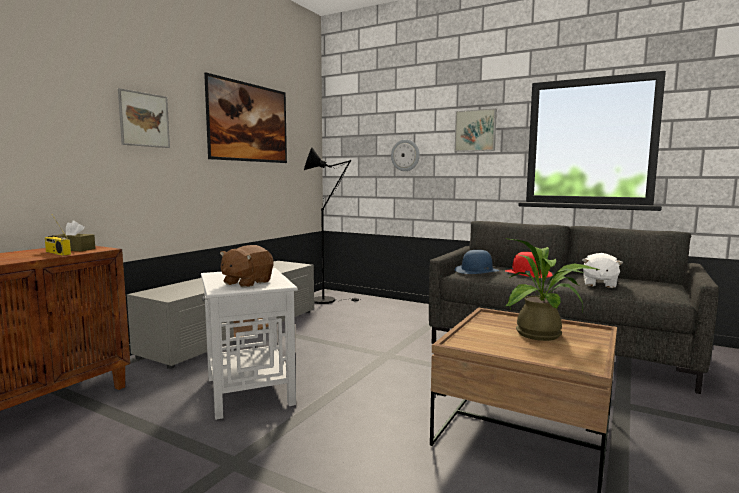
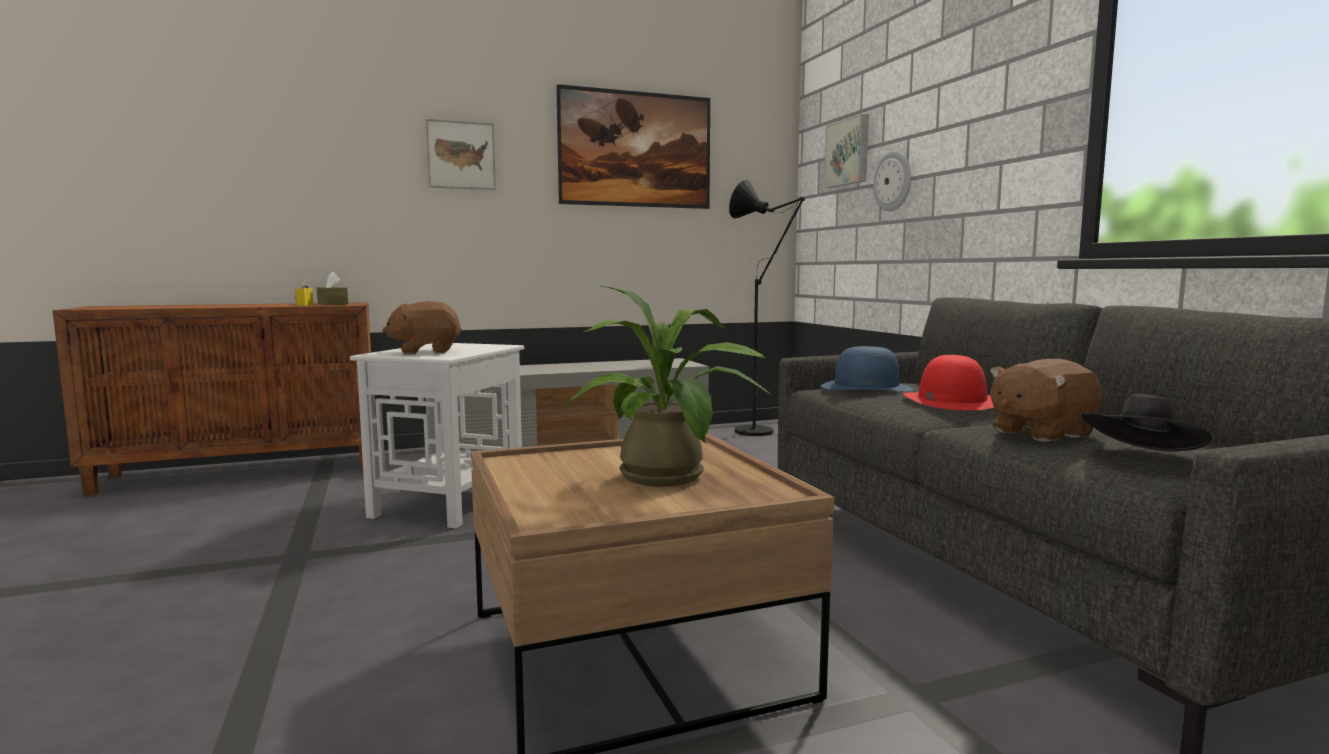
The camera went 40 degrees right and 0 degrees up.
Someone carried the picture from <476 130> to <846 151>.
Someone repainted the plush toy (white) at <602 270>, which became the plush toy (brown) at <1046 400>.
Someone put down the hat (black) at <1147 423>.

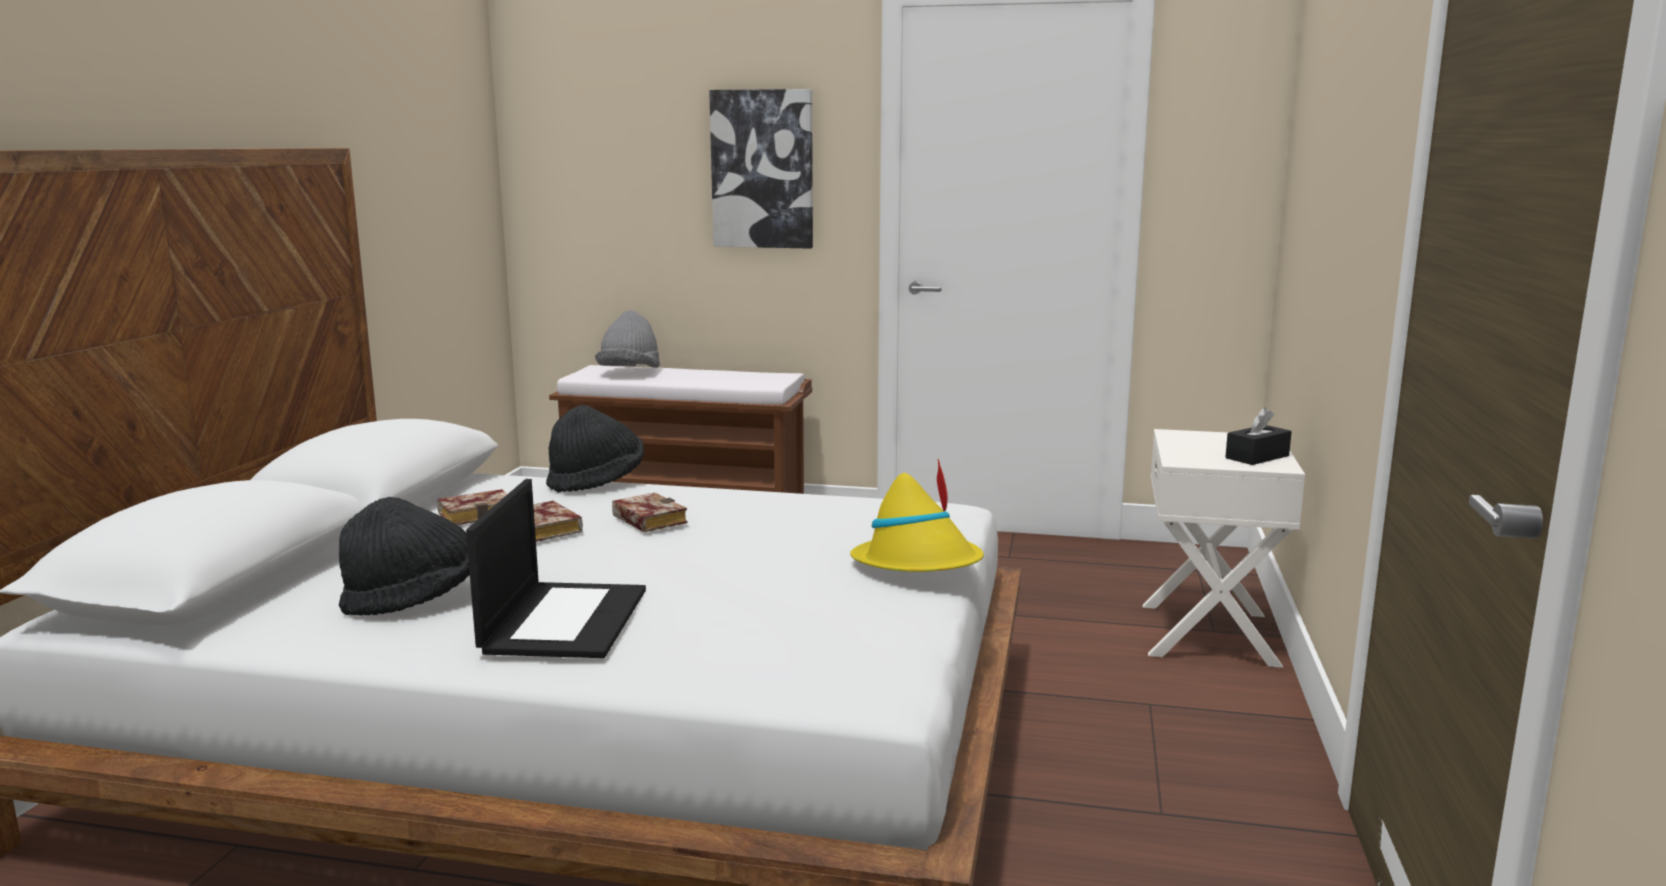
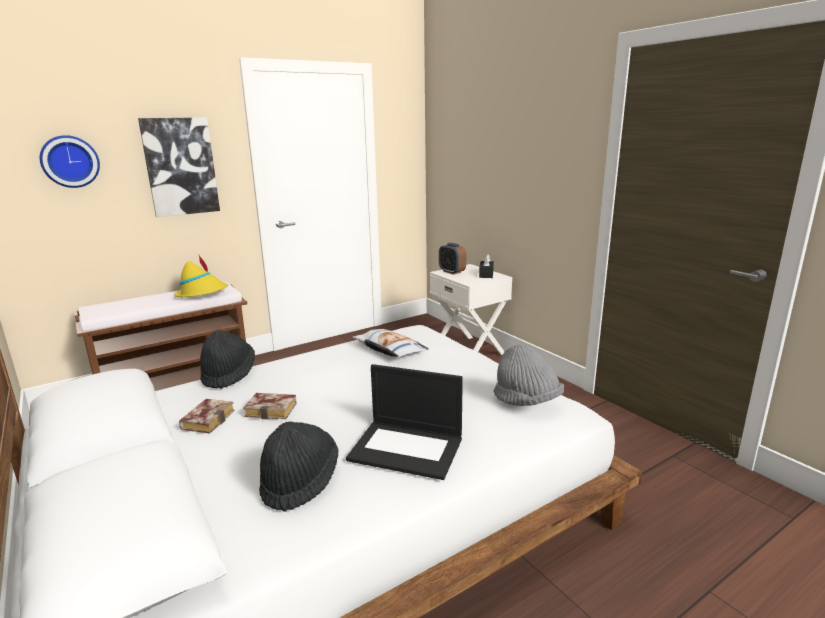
The camera went 45 degrees left and 5 degrees up.
Someone put up the wall clock at <70 161>.
Someone carried the hat (yellow) from <917 515> to <201 275>.
Someone rotated the laptop at <556 568> by 150 degrees clockwise.
Someone put down the pillow at <391 343>.
Someone put down the alarm clock at <452 259>.
Someone carried the hat (grey) from <627 339> to <529 375>.
Someone took away the book at <650 512>.

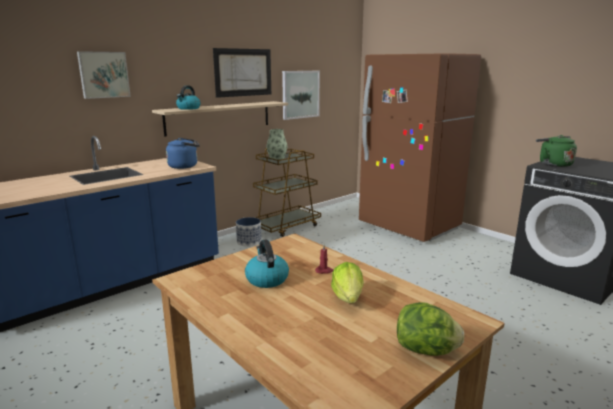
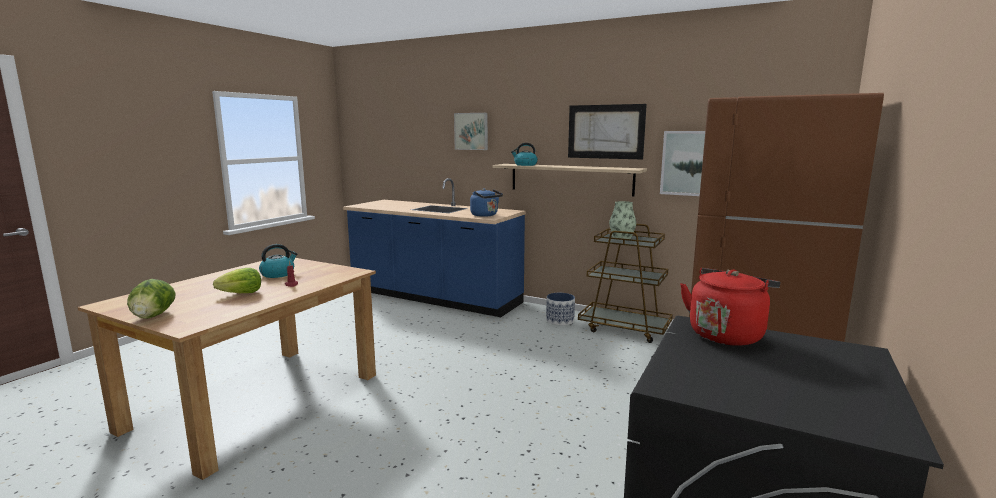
The camera went 70 degrees right and 5 degrees down.
Someone repainted the kettle (green) at <556 151>, which became the kettle (red) at <730 307>.

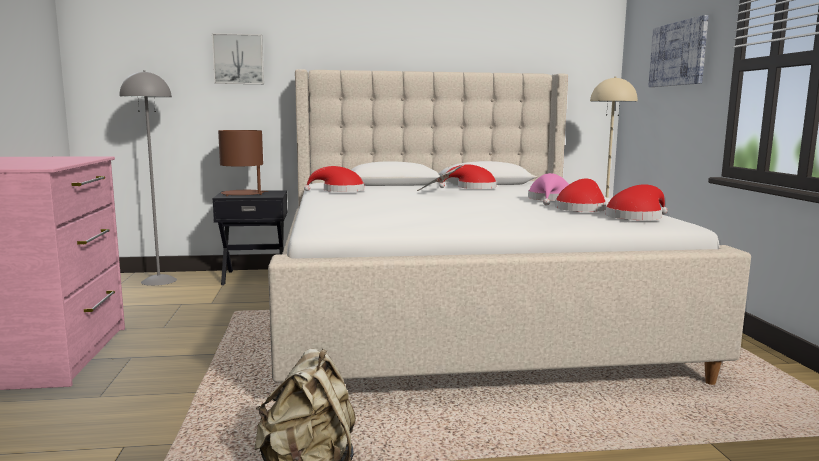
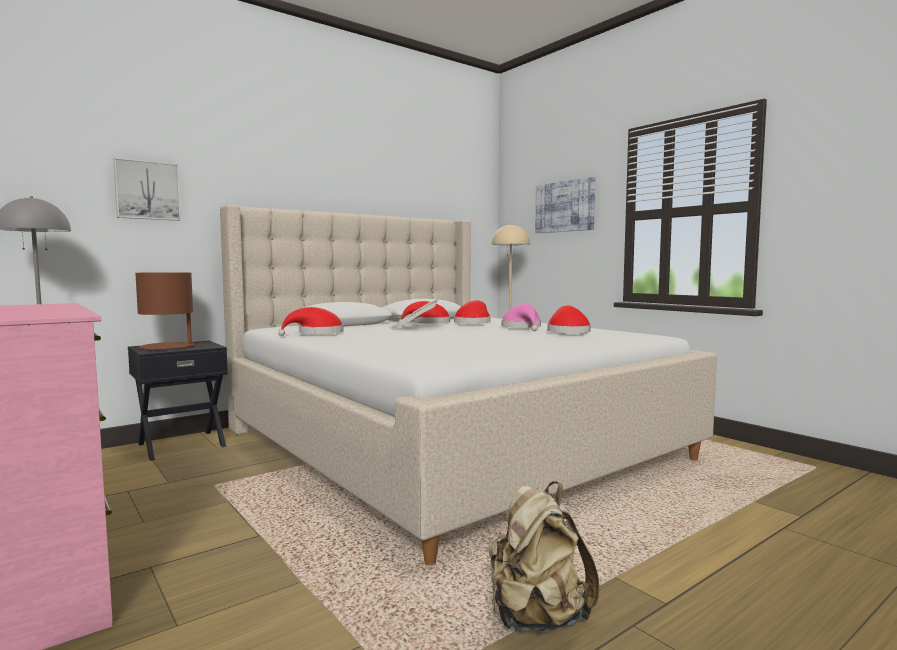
The camera went 30 degrees left and 5 degrees down.
Someone carried the hat (red) from <636 202> to <472 312>.

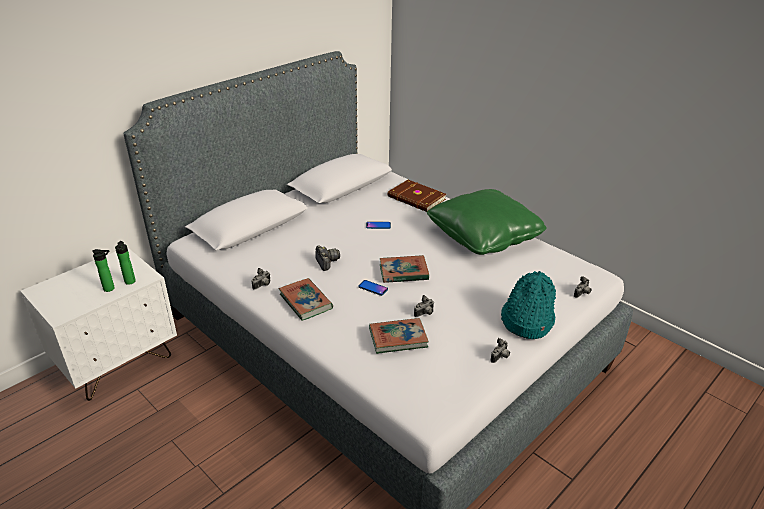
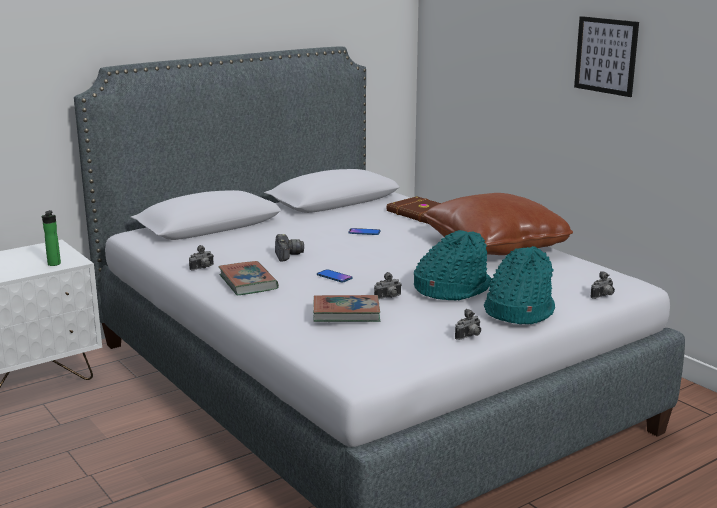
The camera went 10 degrees right and 15 degrees down.
Someone put down the hat (turquoise) at <452 265>.
Someone repainted the pillow (green) at <487 222>, which became the pillow (brown) at <498 224>.
Someone put up the picture at <606 56>.
Someone took away the bottle at <103 270>.
Someone took away the book at <404 269>.

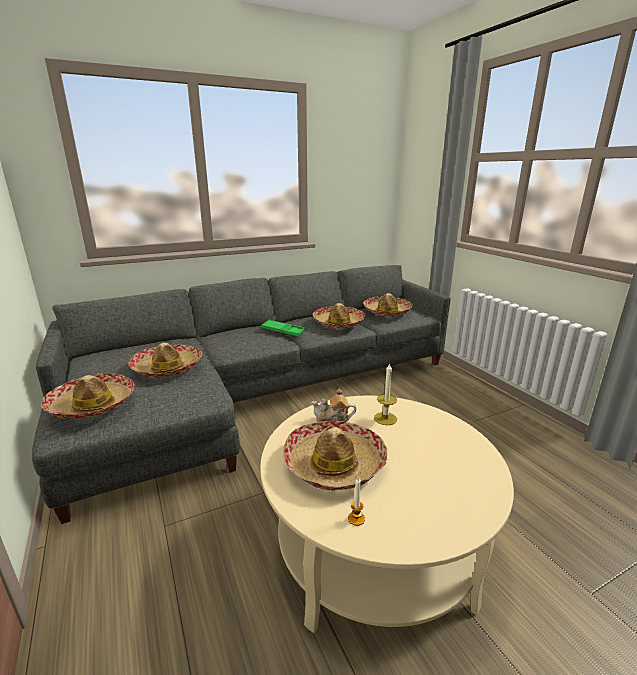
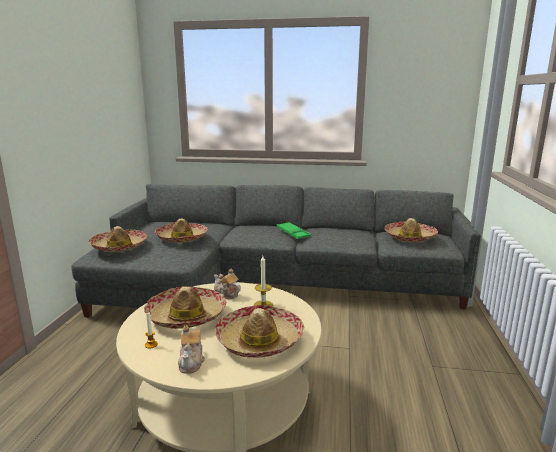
The camera went 35 degrees right and 5 degrees down.
Someone put down the teapot at <191 349>.
Someone carried the hat from <339 316> to <259 331>.

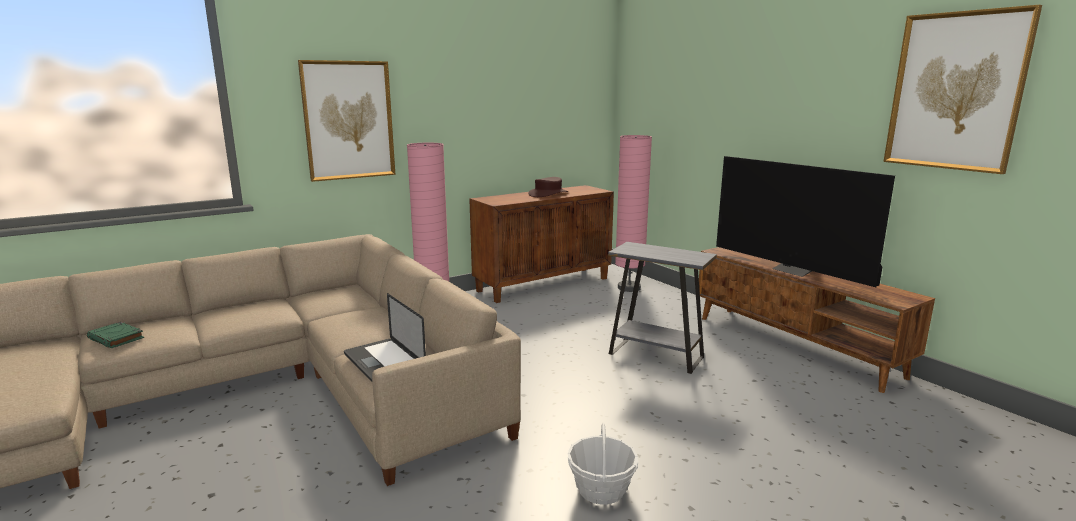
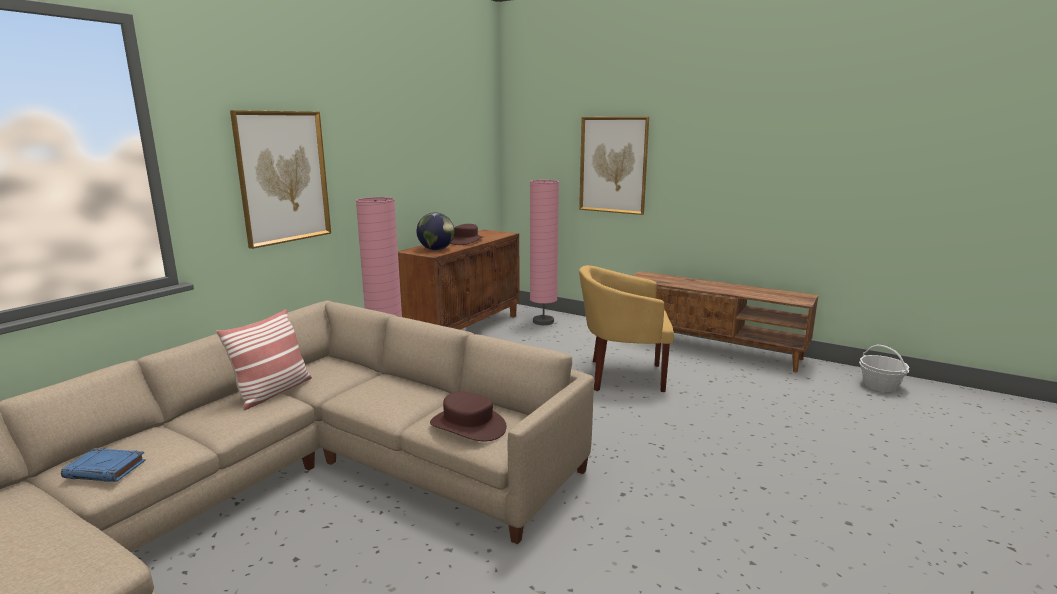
The camera went 25 degrees left and 0 degrees up.
Someone repainted the book (green) at <115 335>, which became the book (blue) at <103 465>.
Someone put down the pillow at <264 359>.
Someone put down the globe at <436 231>.
Someone swapped the laptop at <385 337> for the hat (brown) at <468 416>.
Someone carried the picture from <963 89> to <614 166>.
Someone swapped the side table (grey) at <662 308> for the armchair (yellow) at <626 328>.
Someone carried the basket from <603 464> to <884 368>.
Someone took away the television at <805 221>.

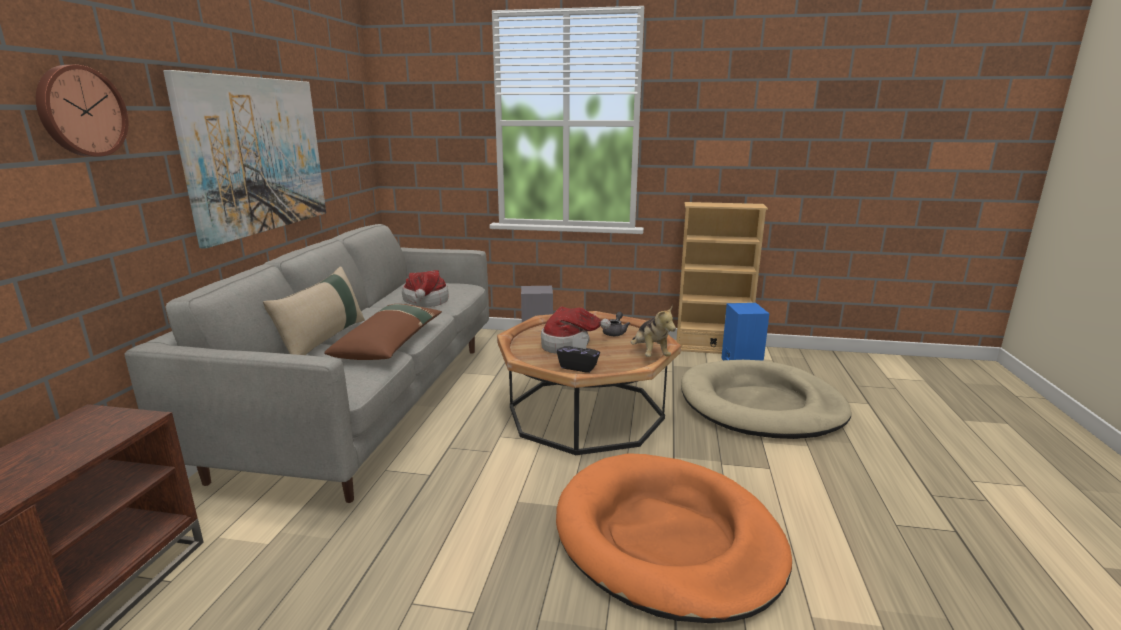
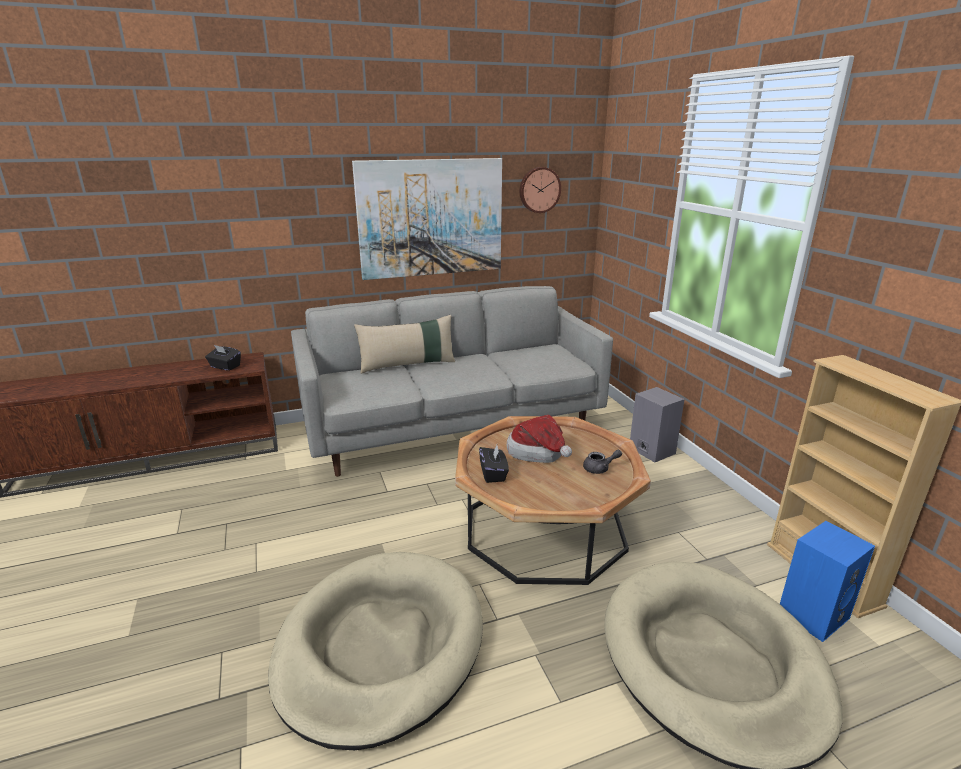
The camera went 60 degrees right and 5 degrees up.
Someone put down the tissue box (black) at <223 358>.
Someone repainted the dog bed (orange) at <674 538>, which became the dog bed (beige) at <375 651>.
Someone carried the wall clock from <82 111> to <540 190>.
Someone took away the pillow (brown) at <383 332>.
Someone took away the hat at <425 288>.
Someone took away the plush toy at <653 331>.

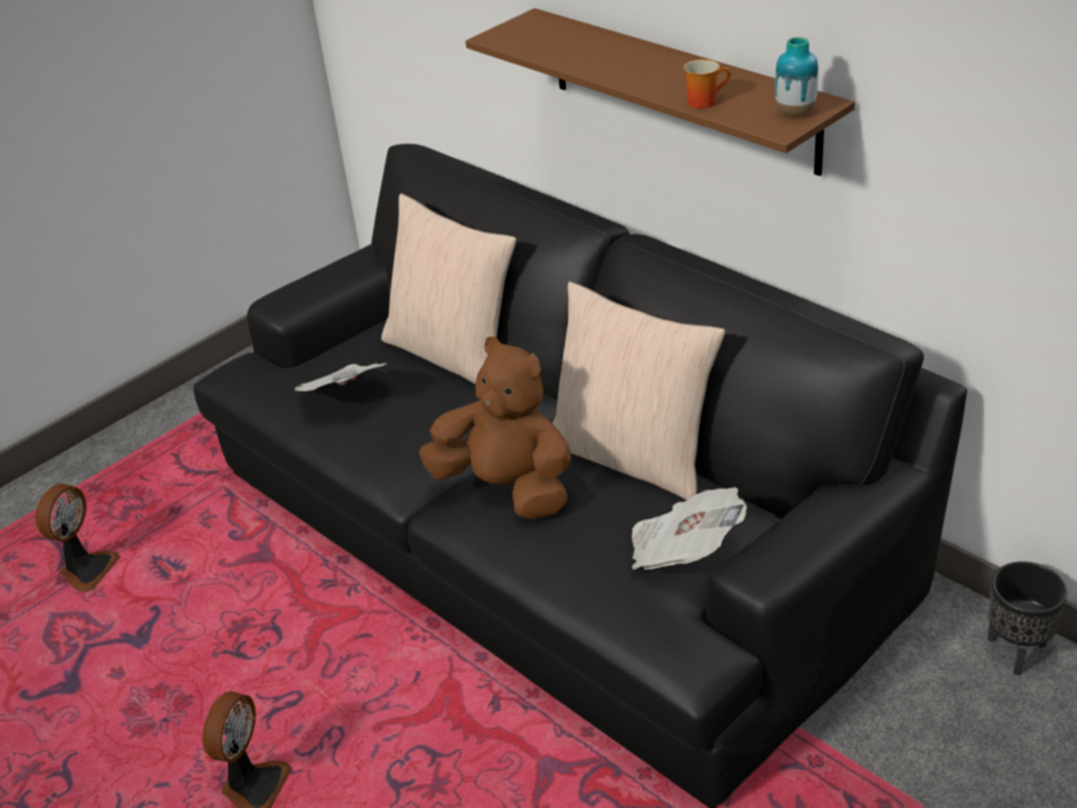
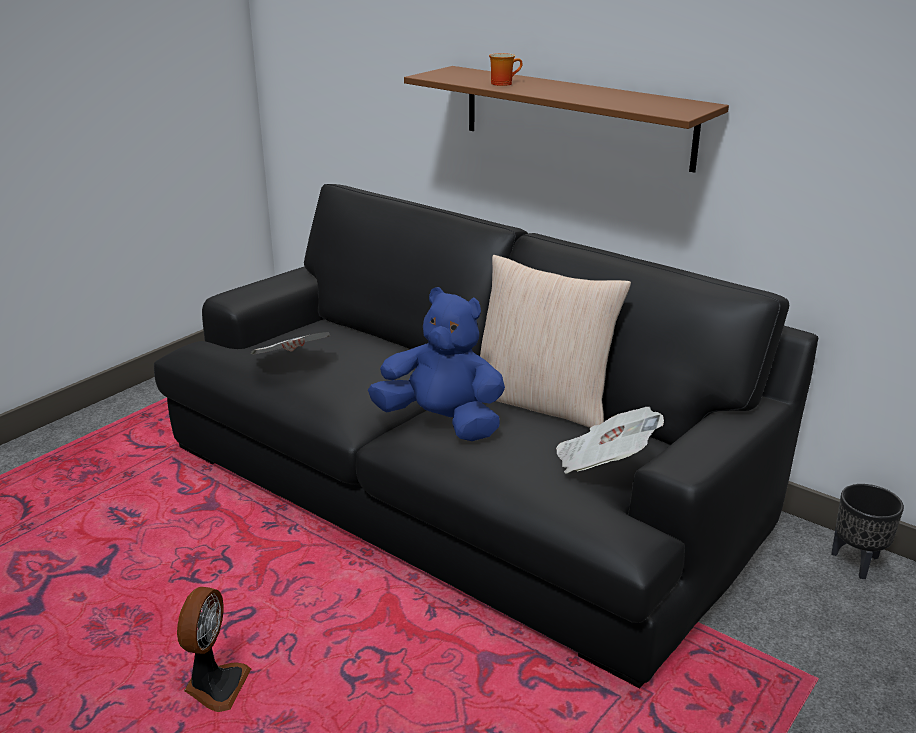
The camera went 10 degrees left and 10 degrees down.
Someone repainted the plush toy (brown) at <495 428>, which became the plush toy (blue) at <436 364>.
Someone carried the mug from <707 84> to <506 69>.
Someone took away the fan at <77 538>.
Someone took away the pillow (beige) at <448 288>.
Someone took away the vase at <796 76>.

